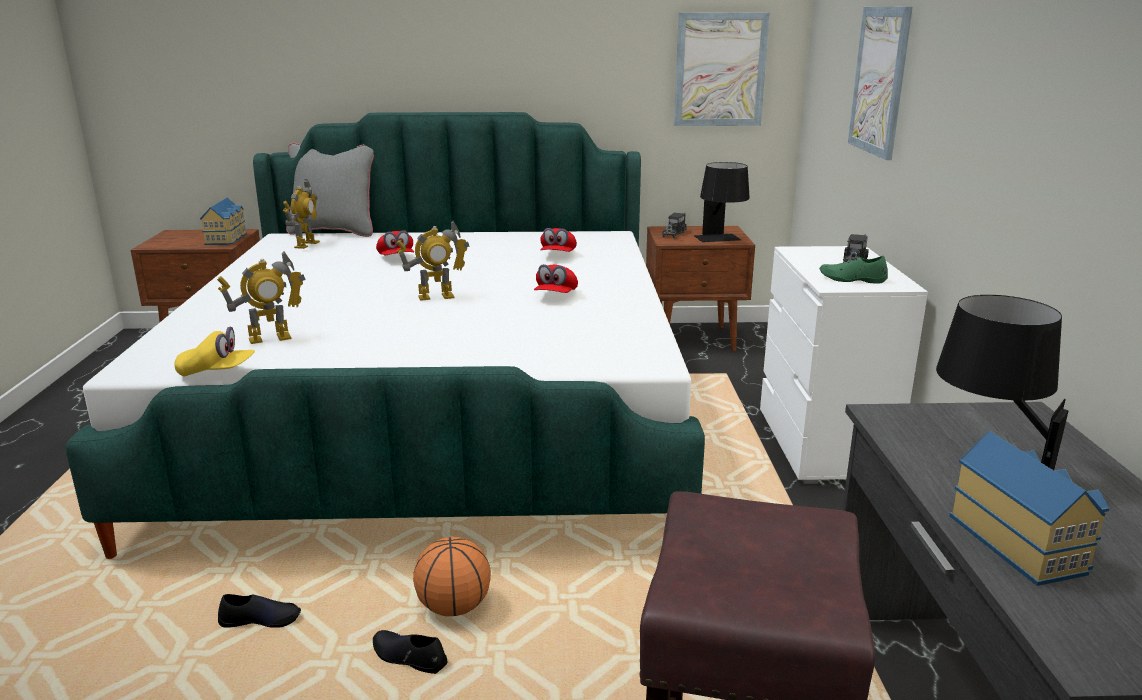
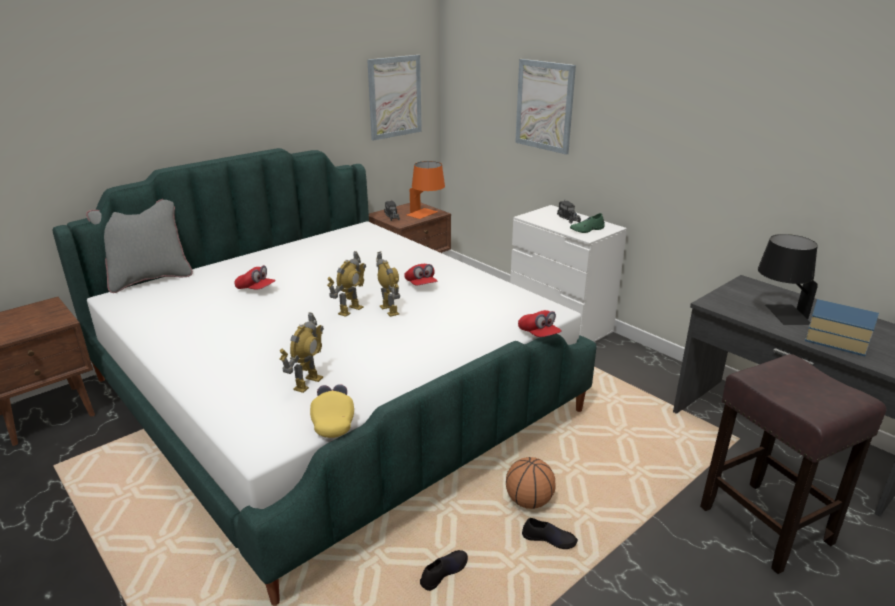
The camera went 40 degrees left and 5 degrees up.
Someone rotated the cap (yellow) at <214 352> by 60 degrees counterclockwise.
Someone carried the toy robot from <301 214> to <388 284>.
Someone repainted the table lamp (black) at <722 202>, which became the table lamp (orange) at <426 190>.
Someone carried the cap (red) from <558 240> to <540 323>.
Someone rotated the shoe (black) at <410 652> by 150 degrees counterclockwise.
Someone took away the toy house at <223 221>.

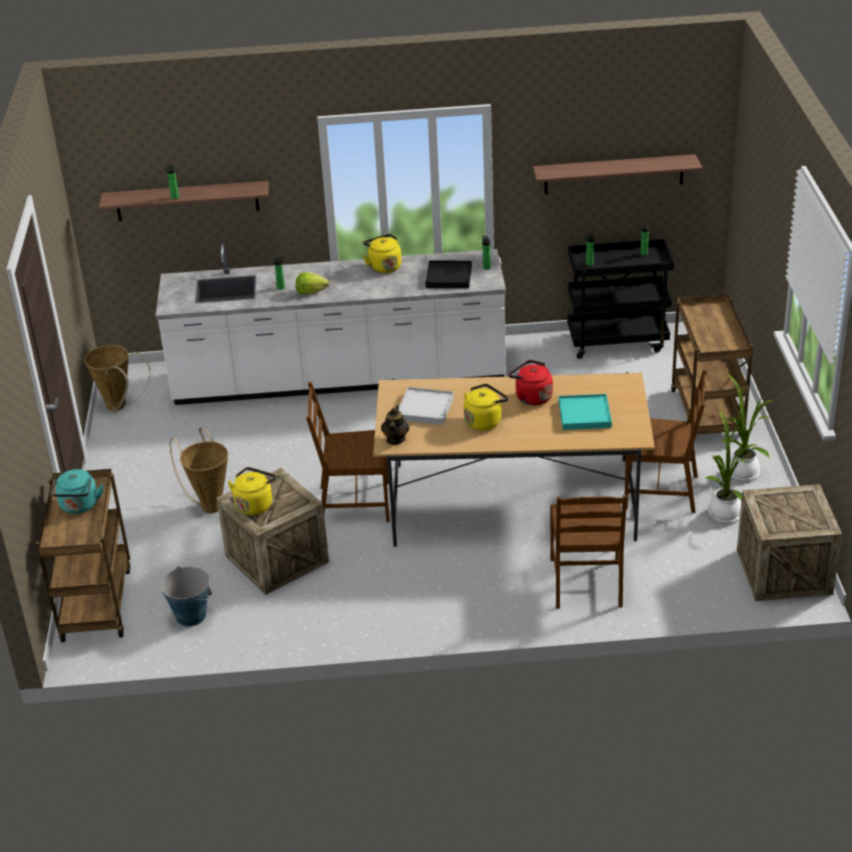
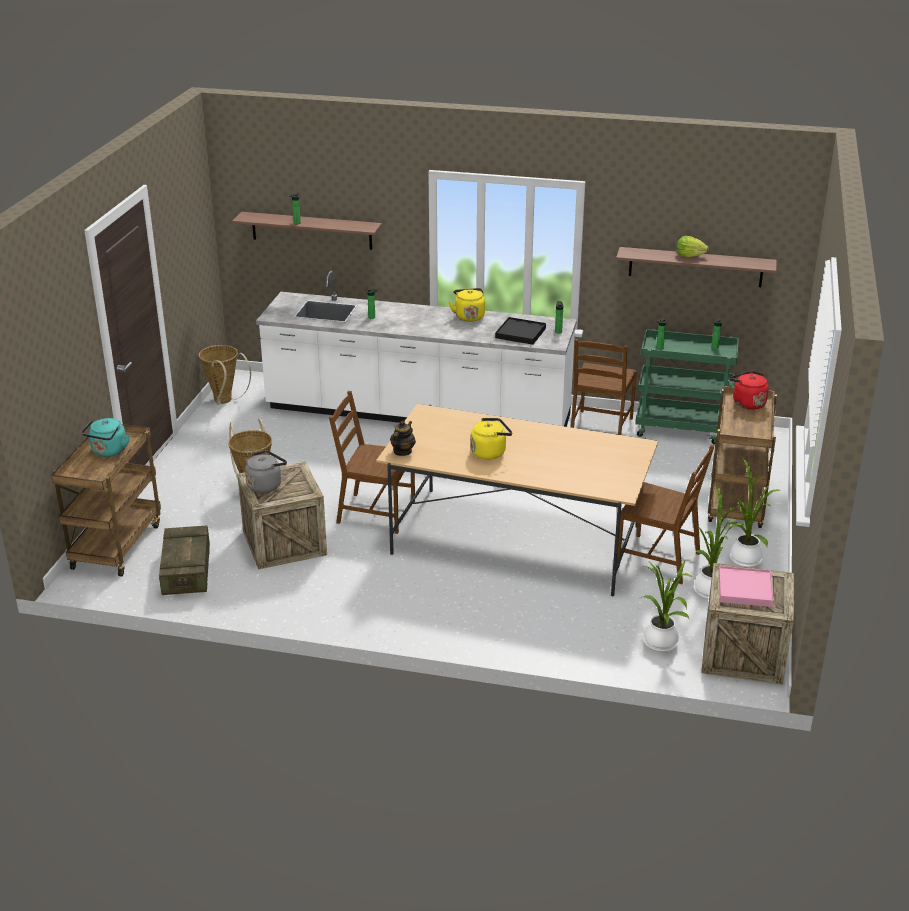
The camera went 15 degrees right and 5 degrees down.
Someone swapped the bucket at <186 597> for the crate at <184 560>.
Someone repainted the kettle (yellow) at <252 491>, which became the kettle (grey) at <266 471>.
Someone carried the chair (brown) from <588 552> to <604 387>.
Someone repainted the cart (black) at <620 298>, which became the cart (green) at <687 387>.
Someone put down the potted plant at <667 606>.
Someone carried the lettuce from <312 283> to <692 246>.
Someone put down the tray (pink) at <746 586>.
Someone carried the kettle (red) from <530 383> to <749 390>.
Someone took away the tray (white) at <426 406>.
Someone took away the tray (turquoise) at <585 412>.

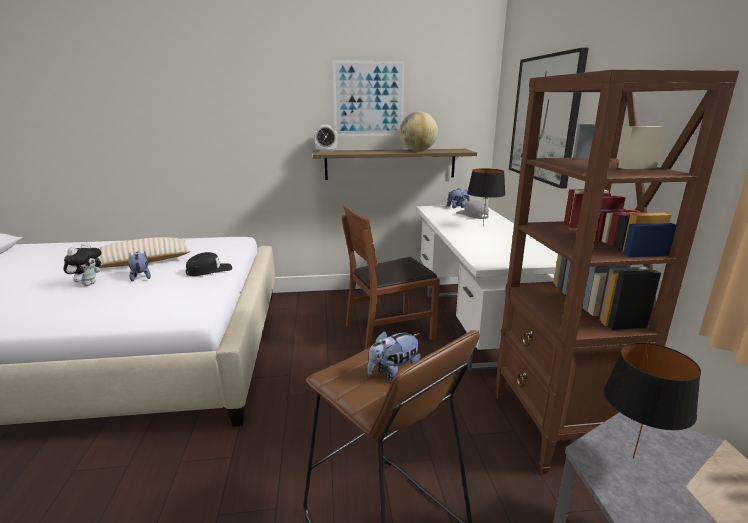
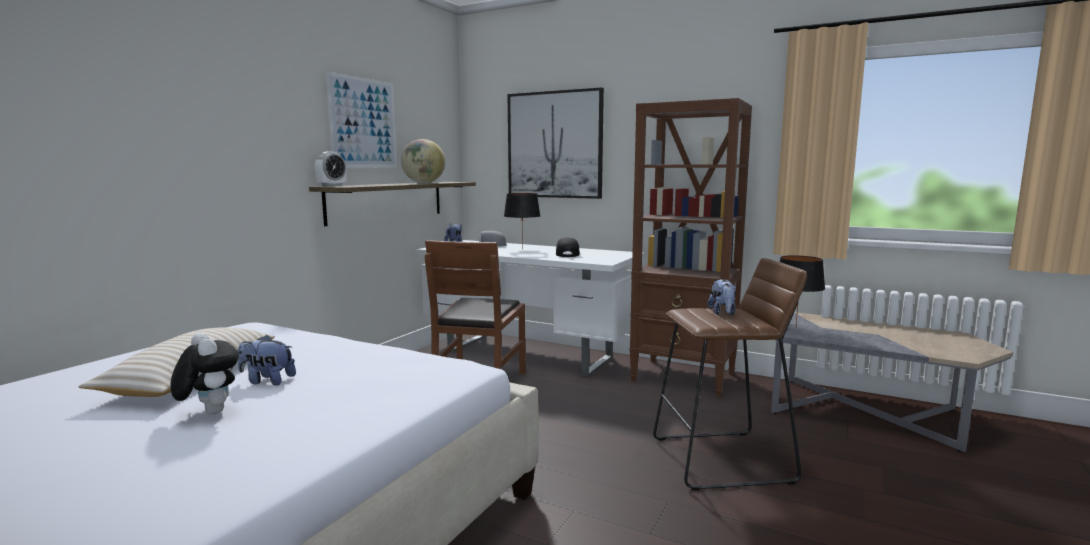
The camera went 55 degrees left and 10 degrees down.
Someone carried the cap (black) from <209 264> to <568 247>.

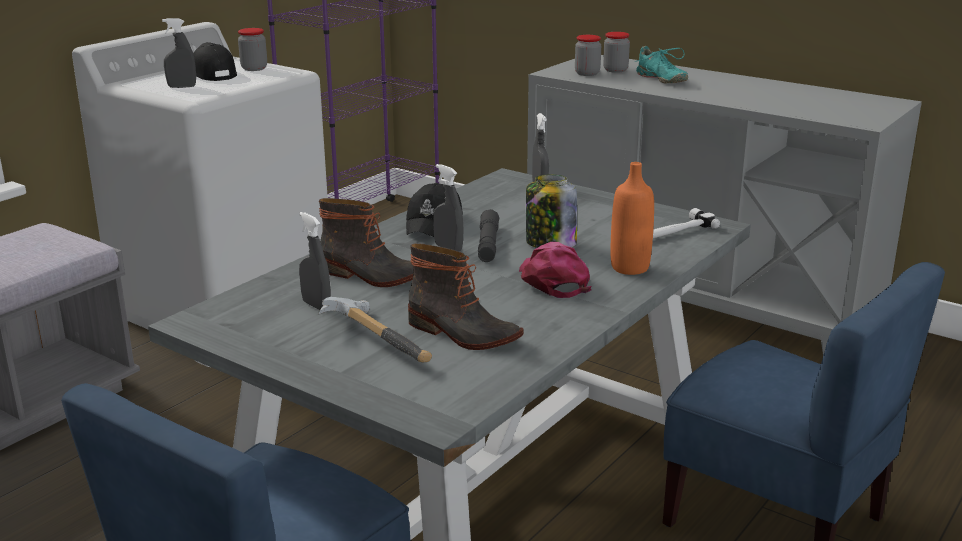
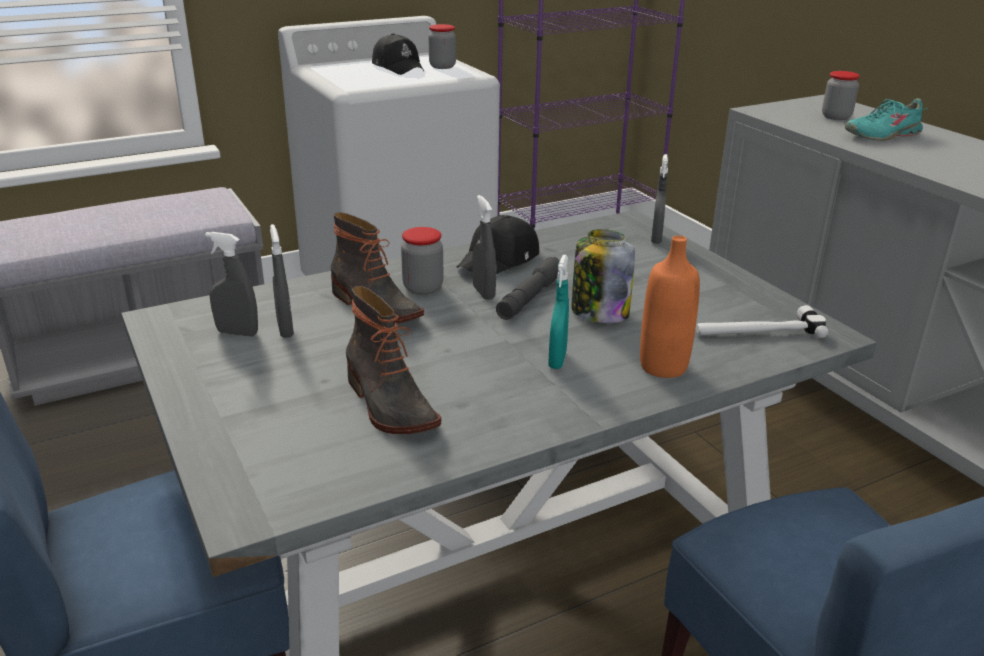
The camera went 25 degrees right and 5 degrees up.
Someone carried the spray bottle (grey) from <179 53> to <231 284>.
Someone rotated the cap (black) at <215 61> by 150 degrees clockwise.
Someone carried the jar from <588 55> to <422 261>.
Someone swapped the cap (pink) at <555 270> for the spray bottle (turquoise) at <558 312>.
Someone rotated the shoe (turquoise) at <661 64> by 75 degrees clockwise.
Someone took away the hammer at <375 329>.

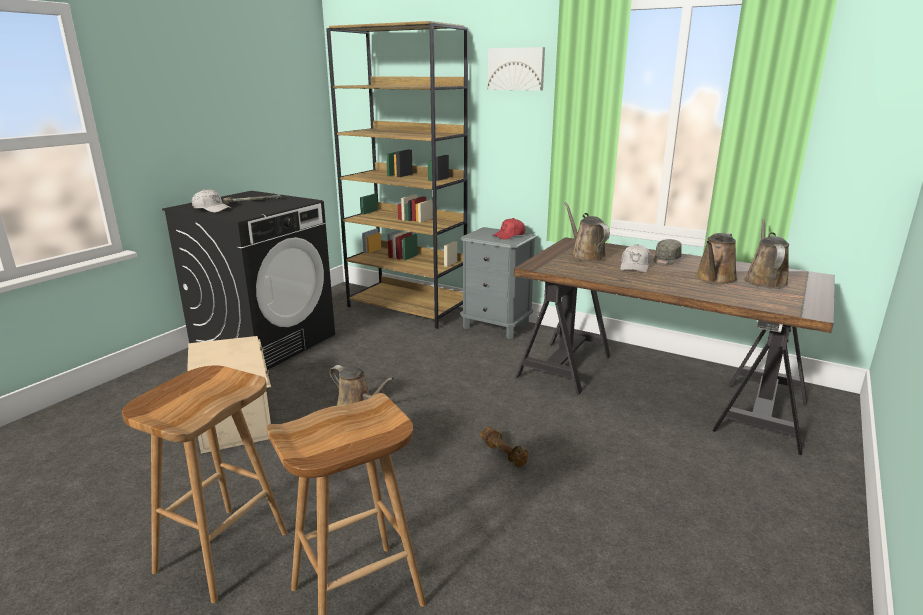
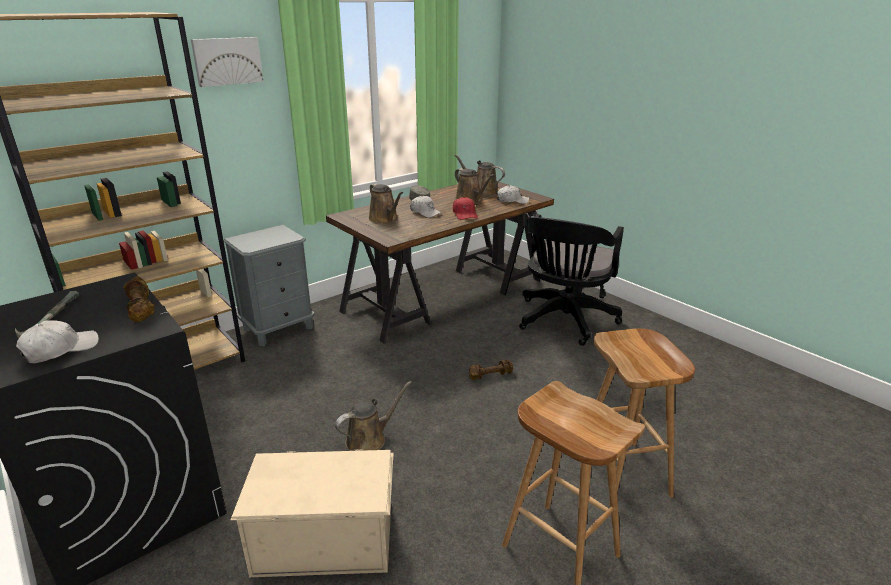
The camera went 70 degrees left and 5 degrees up.
Someone put down the dumbbell (brown) at <139 299>.
Someone rotated the watering can (brown) at <587 232> by 120 degrees counterclockwise.
Someone carried the cap (red) from <508 229> to <465 208>.
Someone put down the cap (white) at <513 194>.
Someone put down the office chair (black) at <571 280>.

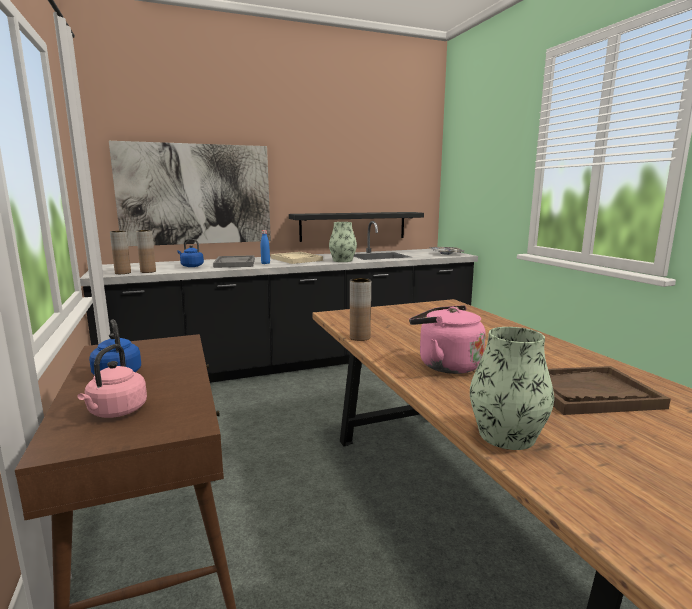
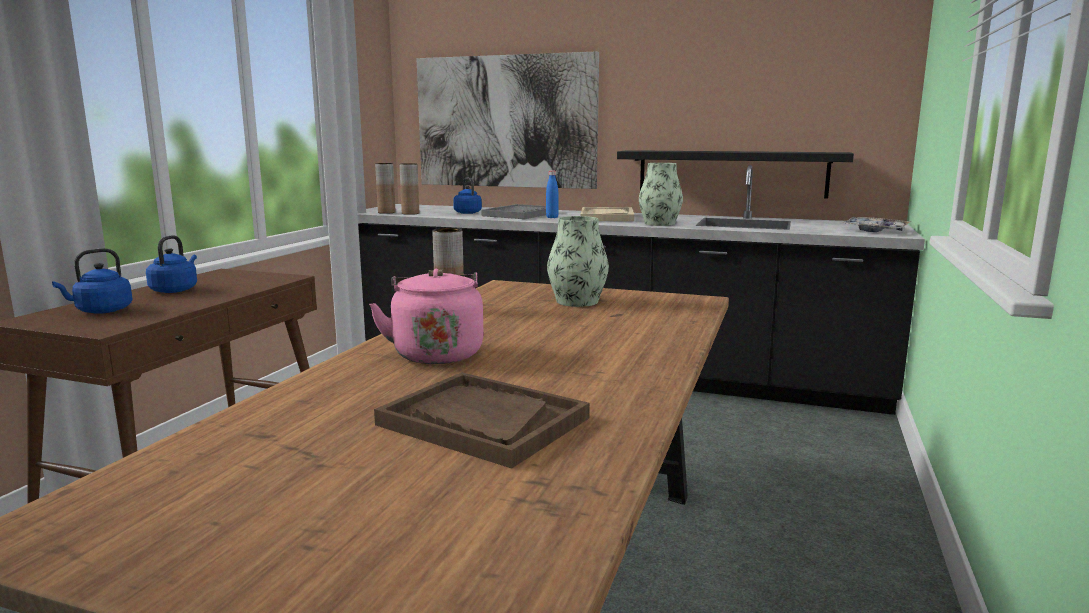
The camera went 40 degrees right and 0 degrees up.
Someone repainted the kettle (pink) at <112 381>, which became the kettle (blue) at <92 281>.
Someone carried the vase from <512 388> to <578 261>.

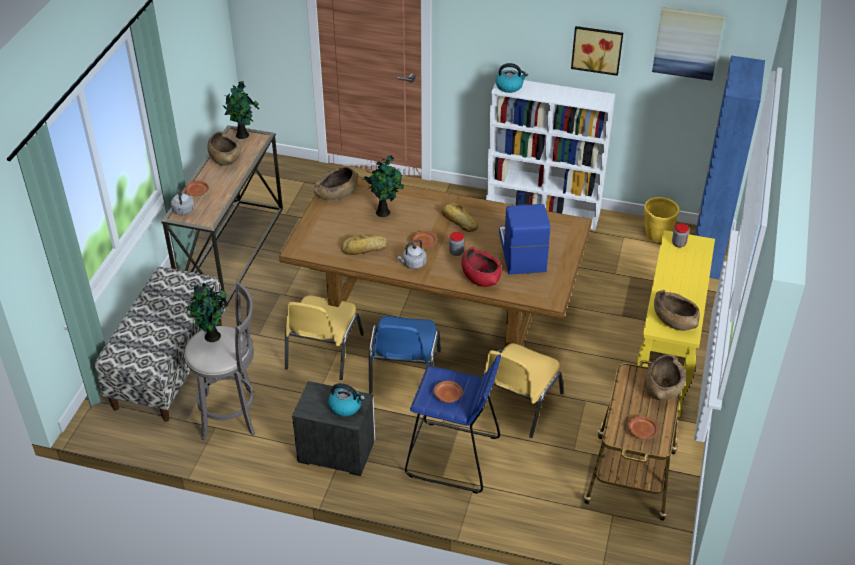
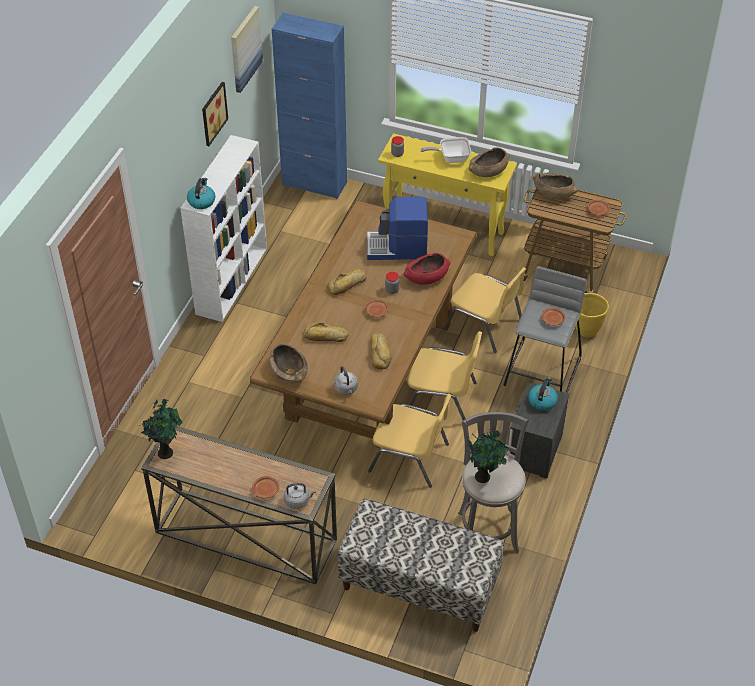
The camera went 85 degrees left and 5 degrees up.
Someone swapped the potted plant at <383 186> for the bread at <326 332>.
Someone carried the kettle (grey) from <411 254> to <346 380>.
Someone repainted the chair (blue) at <405 355>, which became the chair (yellow) at <445 376>.
Someone put down the frying pan at <445 150>.
Someone repainted the stool (blue) at <453 424>, which became the stool (grey) at <545 329>.
Someone carried the planter (yellow) from <662 219> to <592 315>.
Someone took away the bowl (brown) at <224 148>.

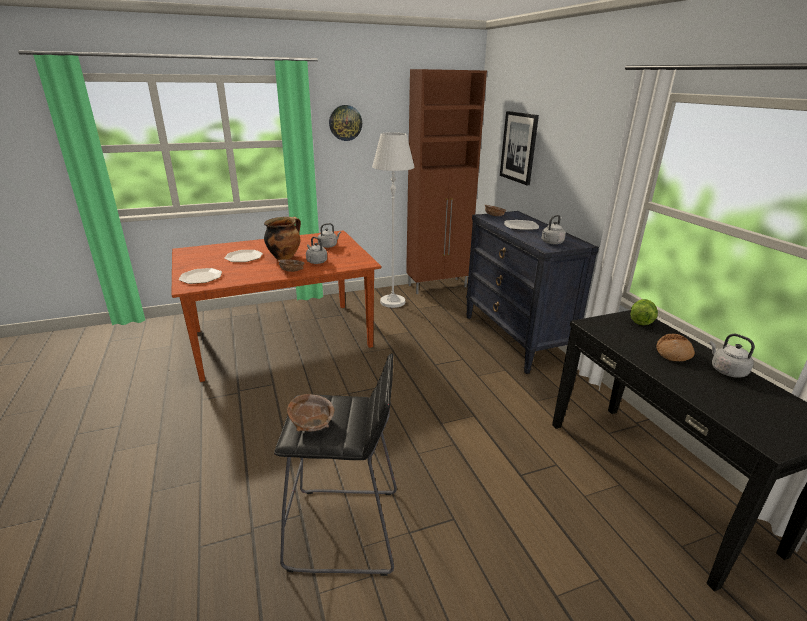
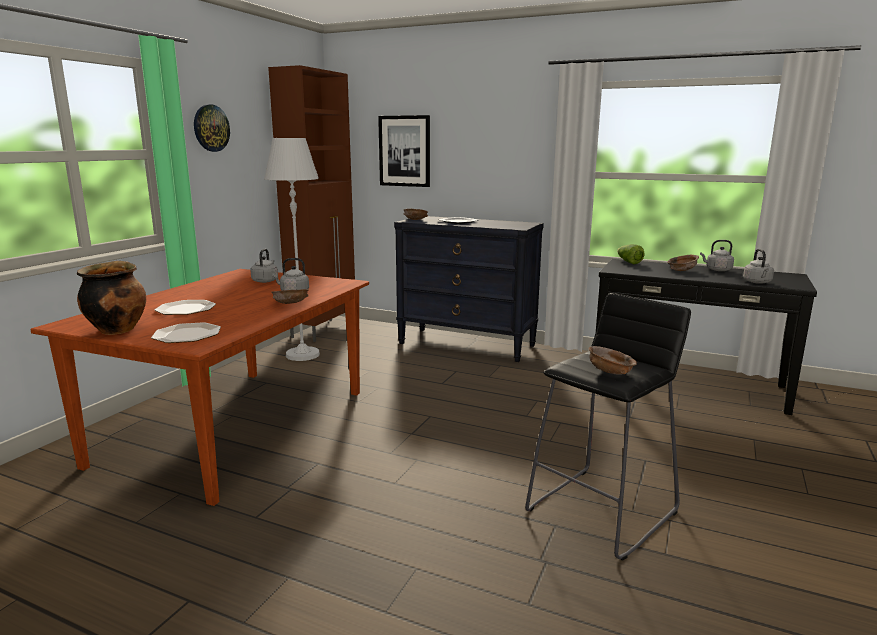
The camera went 45 degrees left and 10 degrees down.
Someone carried the cooking pot from <282 238> to <111 298>.
Someone swapped the bread at <675 347> for the bowl (brown) at <683 263>.
Someone carried the kettle (grey) from <554 229> to <758 266>.

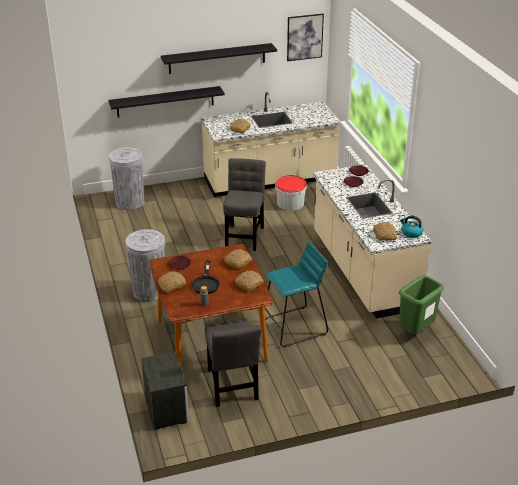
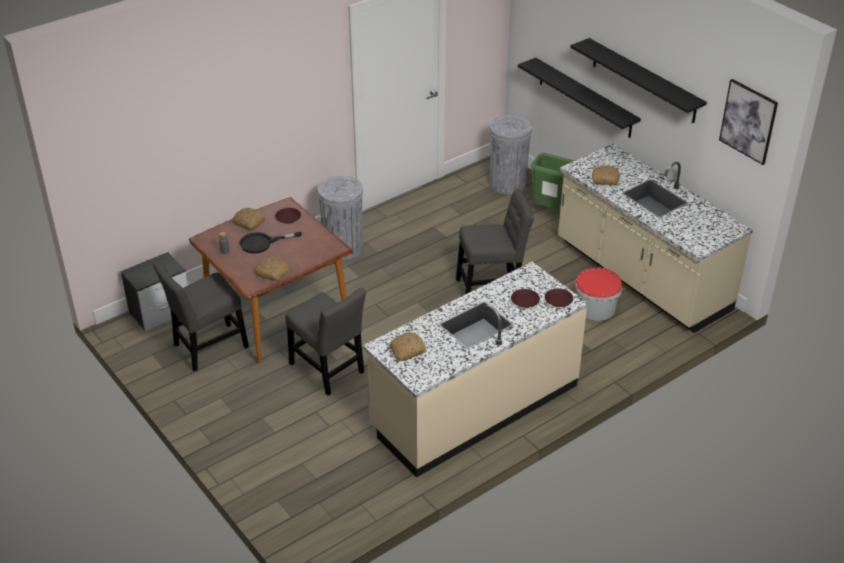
The camera went 70 degrees right and 5 degrees up.
Someone swapped the stool (turquoise) at <296 294> for the chair (grey) at <325 342>.
Someone carried the trash can (green) from <421 304> to <553 182>.
Someone took away the bread at <238 259>.
Someone took away the kettle at <411 226>.

